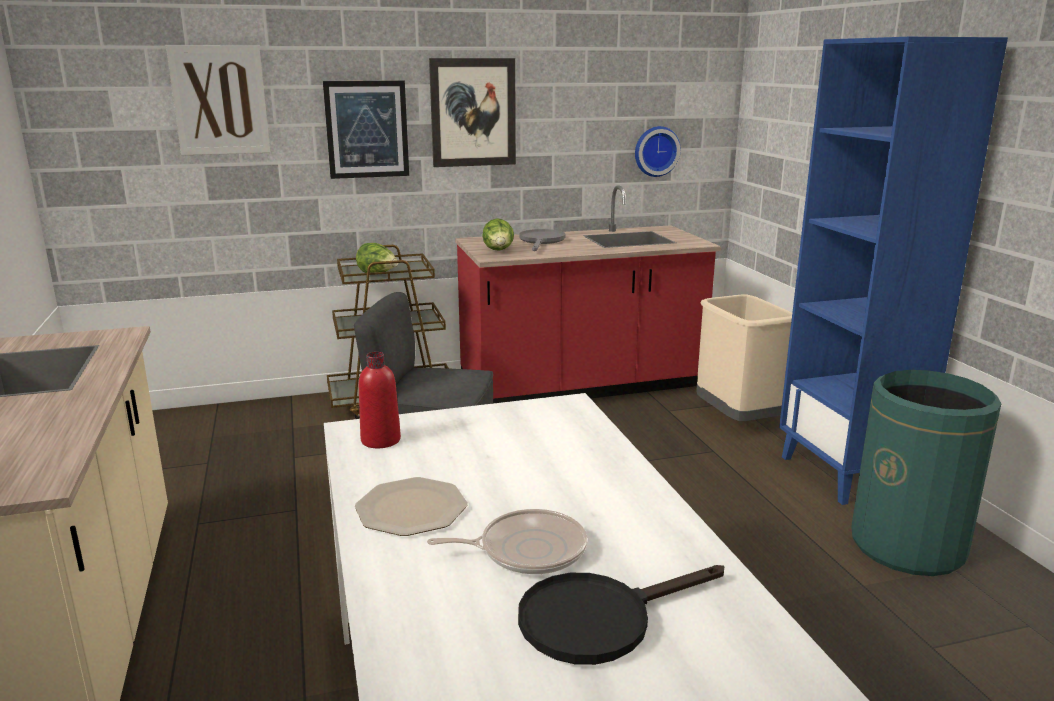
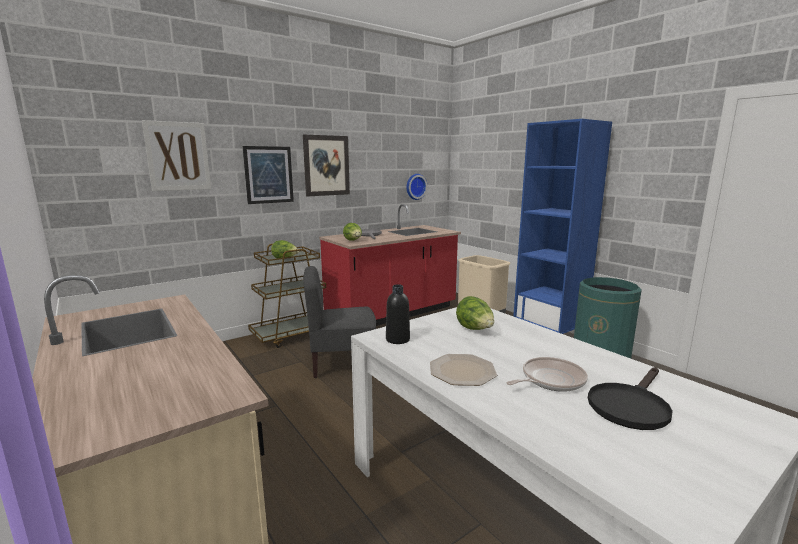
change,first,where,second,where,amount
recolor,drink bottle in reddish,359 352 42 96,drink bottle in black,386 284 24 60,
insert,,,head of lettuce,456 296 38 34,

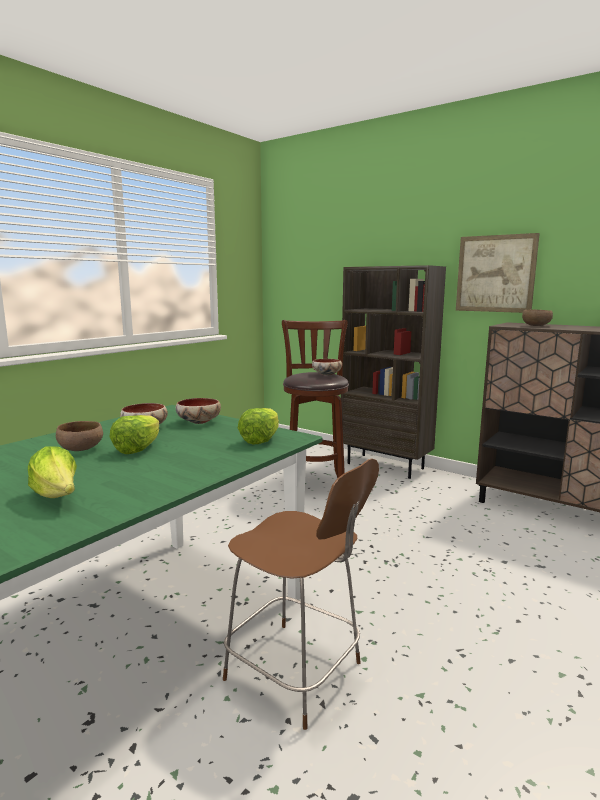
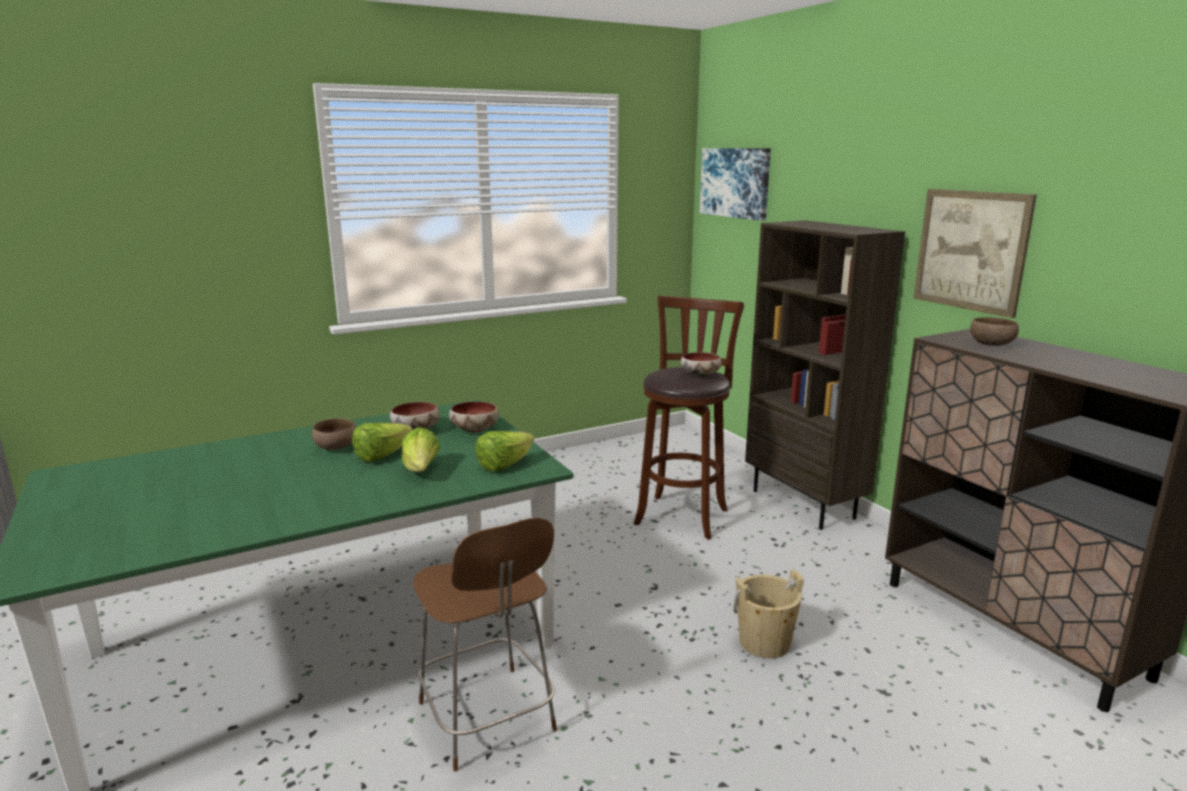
change,first,where,second,where,amount
move,head of lettuce,28 446 49 52,,401 427 39 45,
insert,,,wall art,700 148 71 73,
insert,,,water bucket in beige,733 569 71 89,

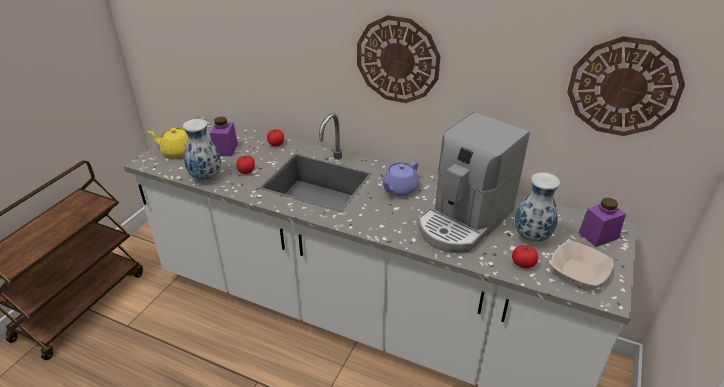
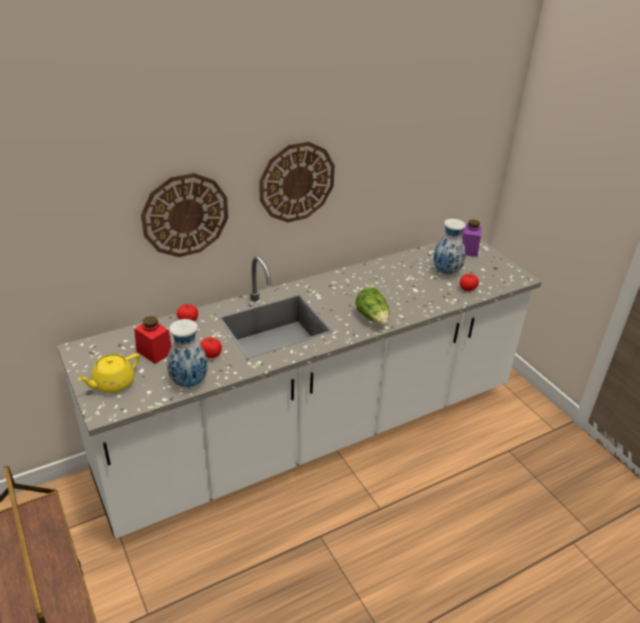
change,first,where,second,where,amount
recolor,storage jar in purple,210 117 28 39,storage jar in reddish,134 316 38 48,
move,hanging clock,567 36 118 100,,141 173 87 84,
insert,,,head of lettuce,355 287 34 38,
delete,pot for tea in purple,382 162 37 34,,,
delete,coffee machine,418 112 112 141,,,
delete,serving bowl,551 241 62 45,,,

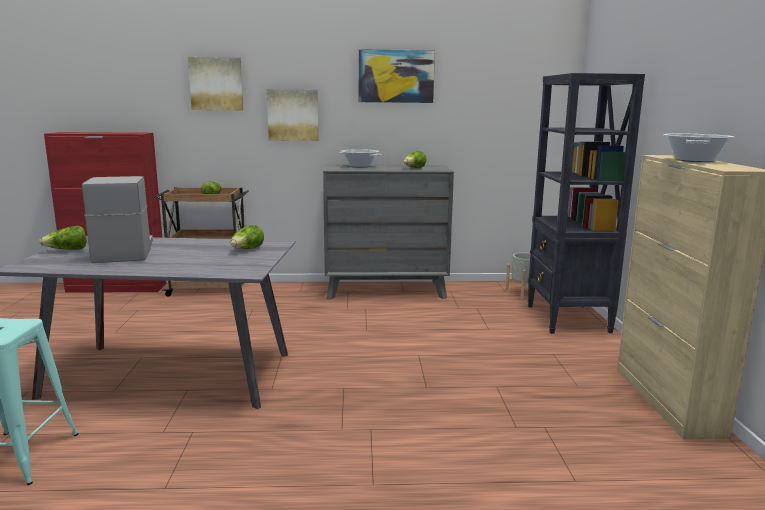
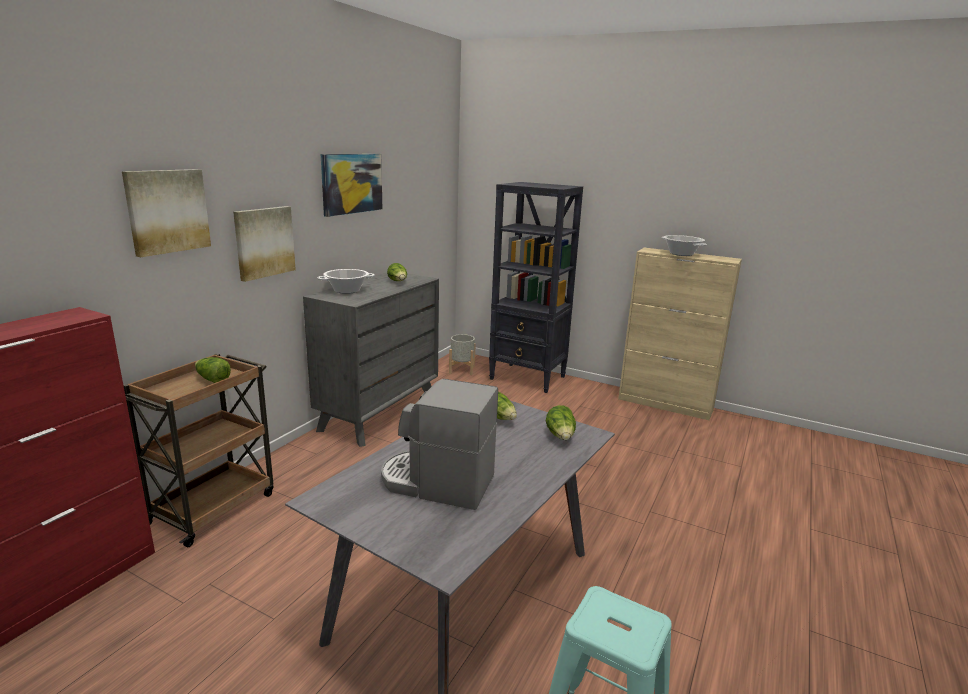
change,first,where,second,where,amount
move,head of lettuce,39 226 47 24,,546 405 30 35,

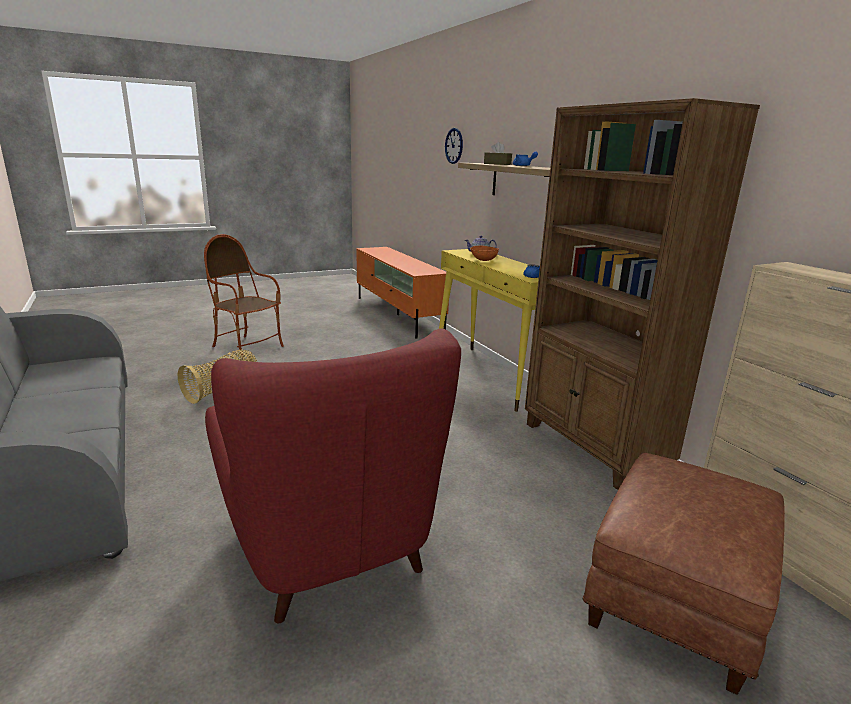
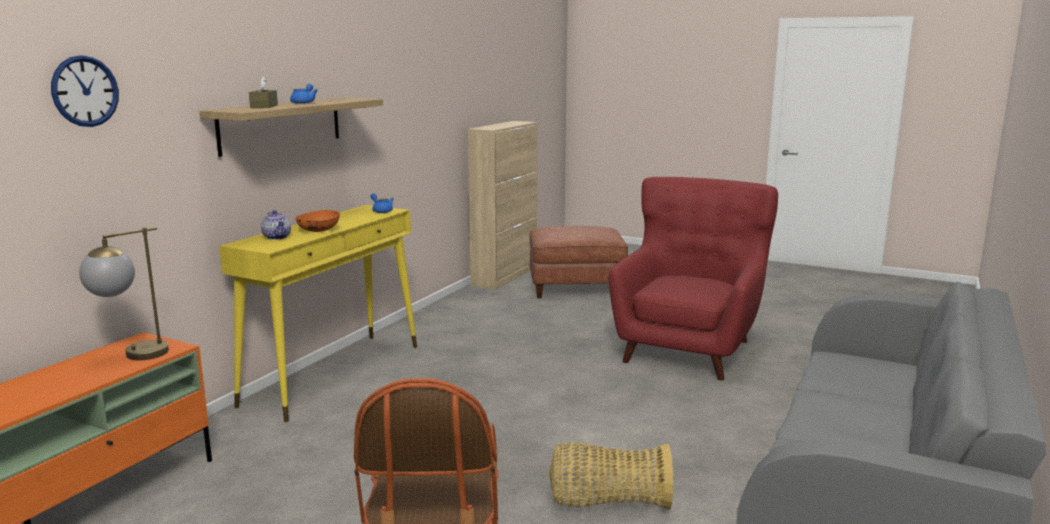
change,first,where,second,where,amount
insert,,,lamp for a table,79 227 90 133,
delete,bookcase in brown-coloured,525 98 235 392,,,

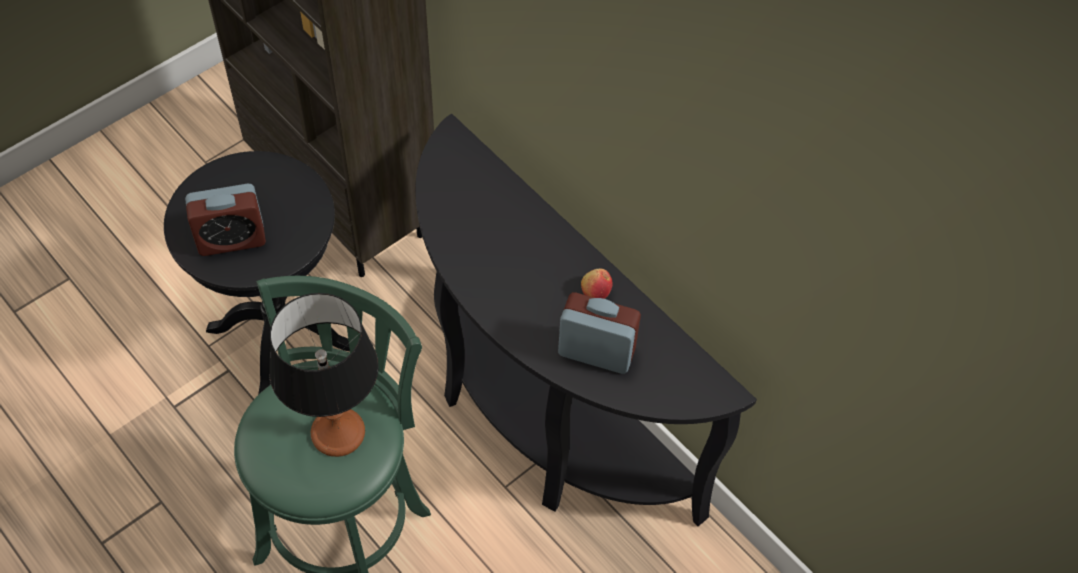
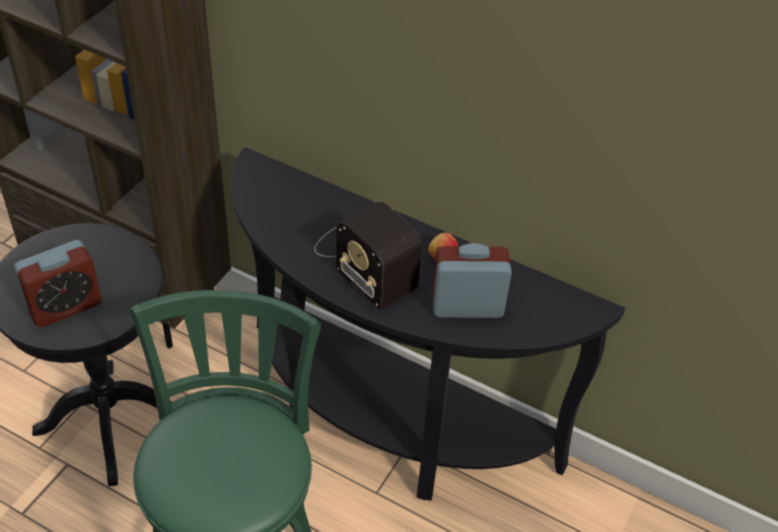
change,first,where,second,where,amount
insert,,,radio set,314 201 108 109,
delete,lamp for a table,269 293 110 164,,,

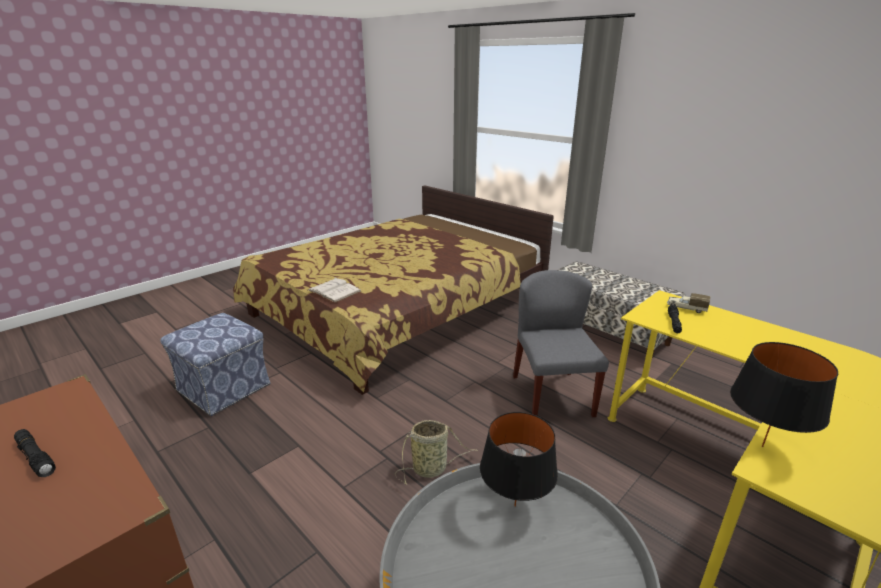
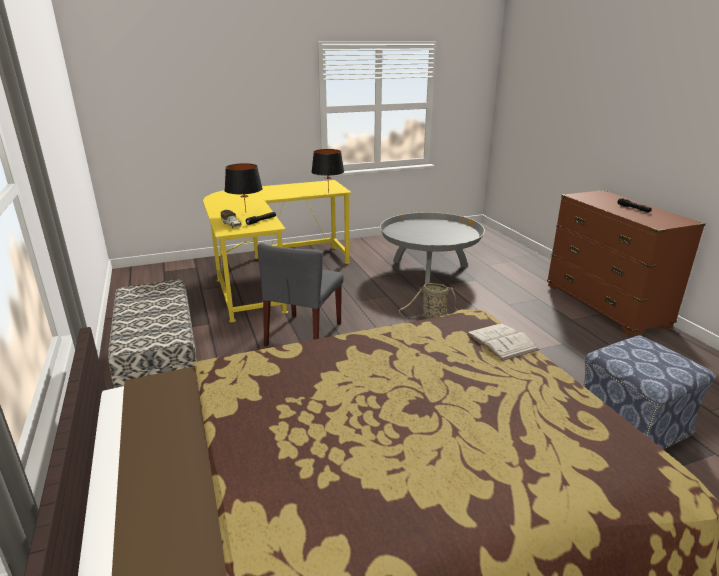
change,first,where,second,where,amount
move,lamp for a table in black,480 412 78 95,,225 163 38 48,

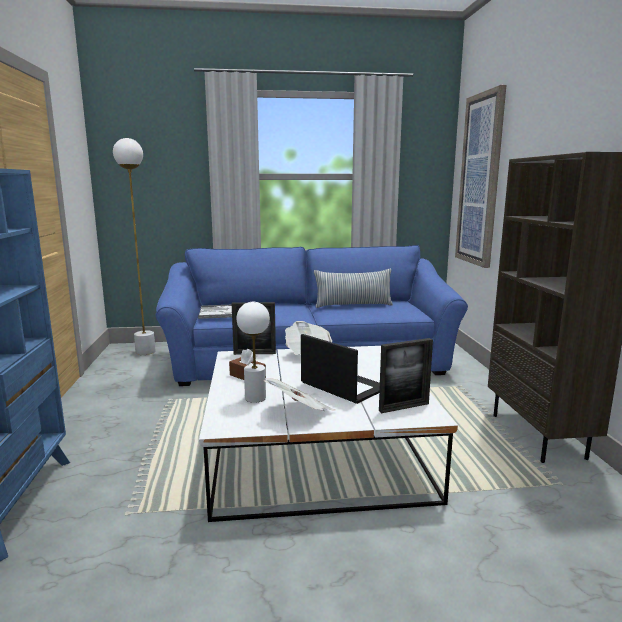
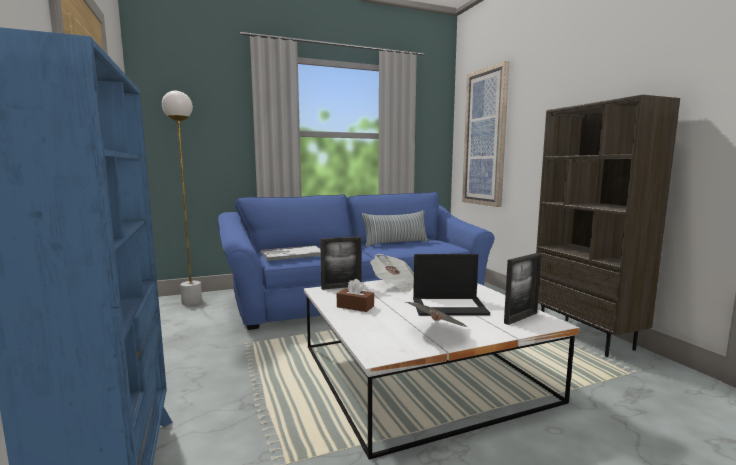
change,first,where,second,where,amount
rotate,portable computer,301 334 79 70,,413 254 77 62,150 degrees clockwise
delete,lamp for a table in white,237 302 33 101,,,

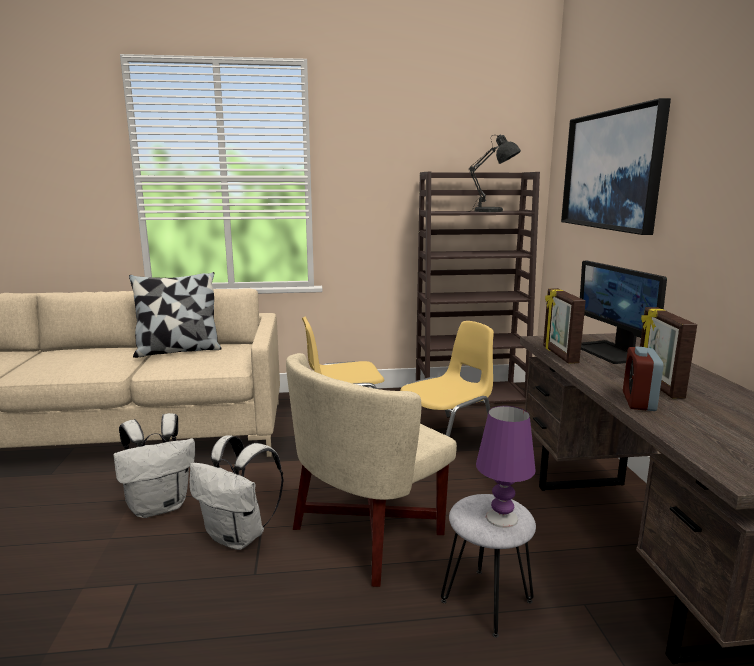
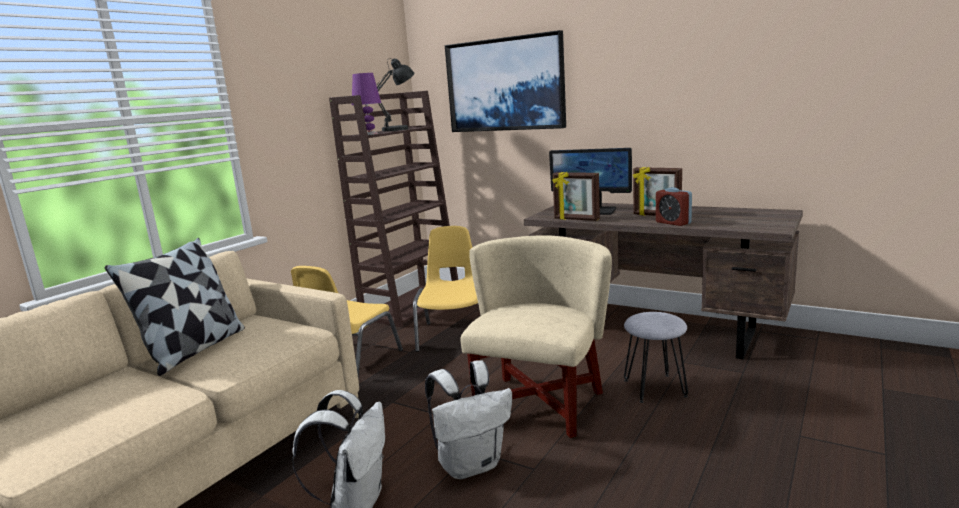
change,first,where,second,where,amount
move,lamp for a table in purple,476 406 60 122,,352 73 29 62,
rotate,armchair in beige,286 353 171 234,,460 235 152 203,150 degrees counterclockwise

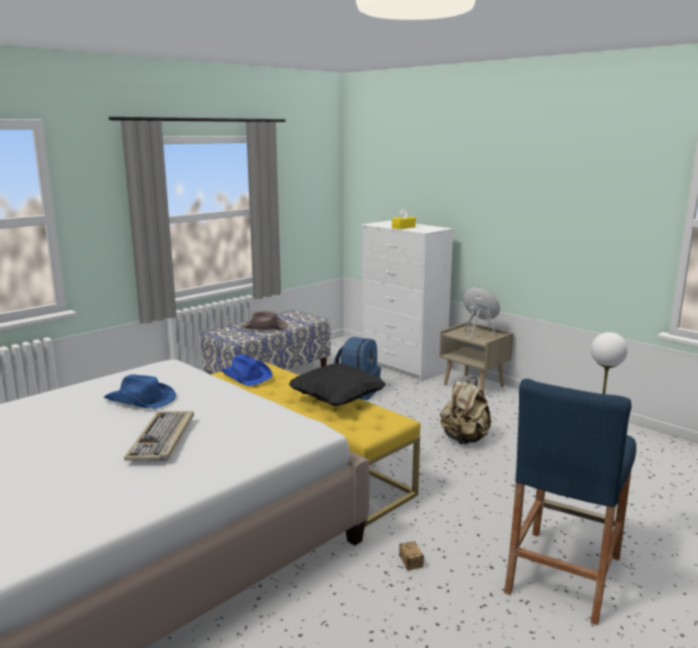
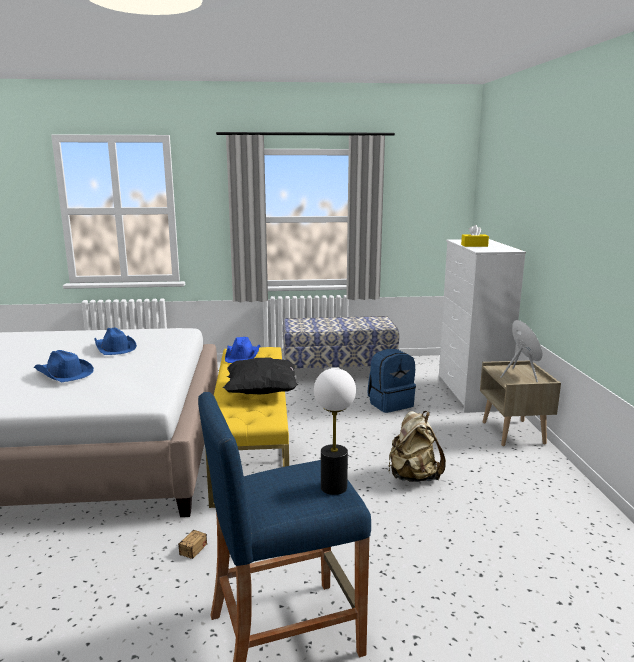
change,first,where,second,where,amount
replace,keyboard,124 411 70 50,clothing hat in blue-coloured,34 350 60 32,
delete,clothing hat in brown-coloured,241 311 47 19,,,

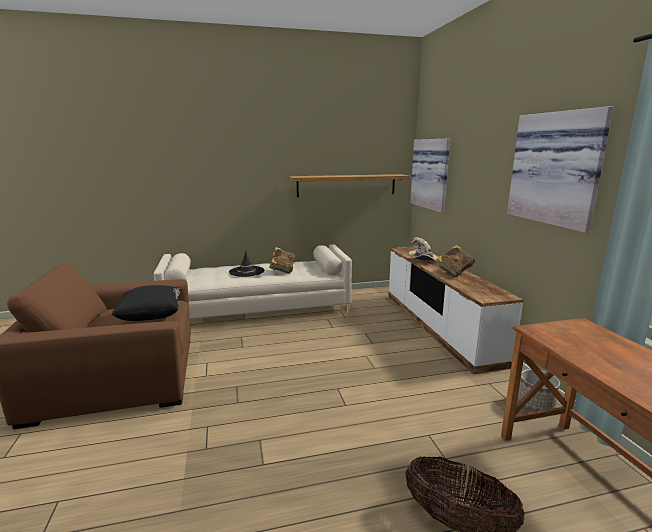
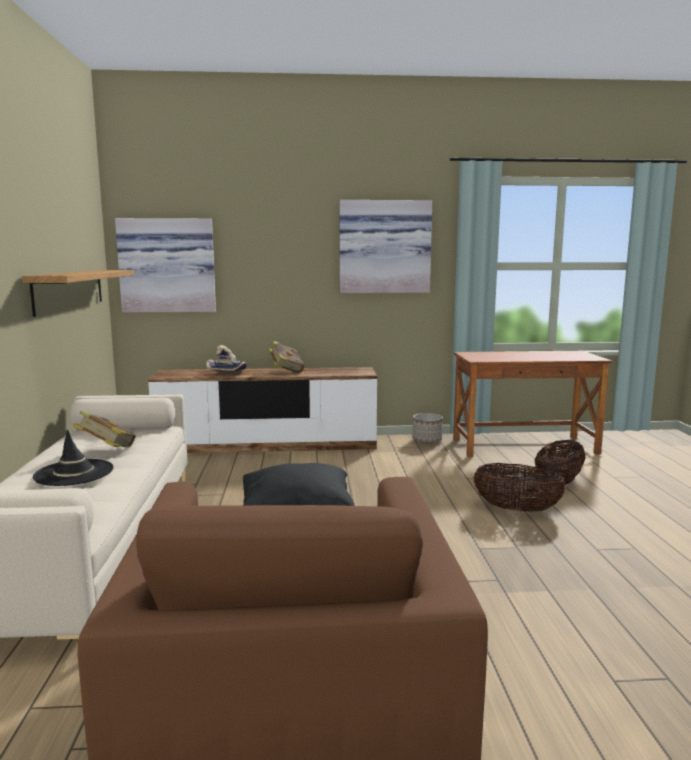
change,first,where,second,where,amount
insert,,,storage basket,474 463 92 49,

